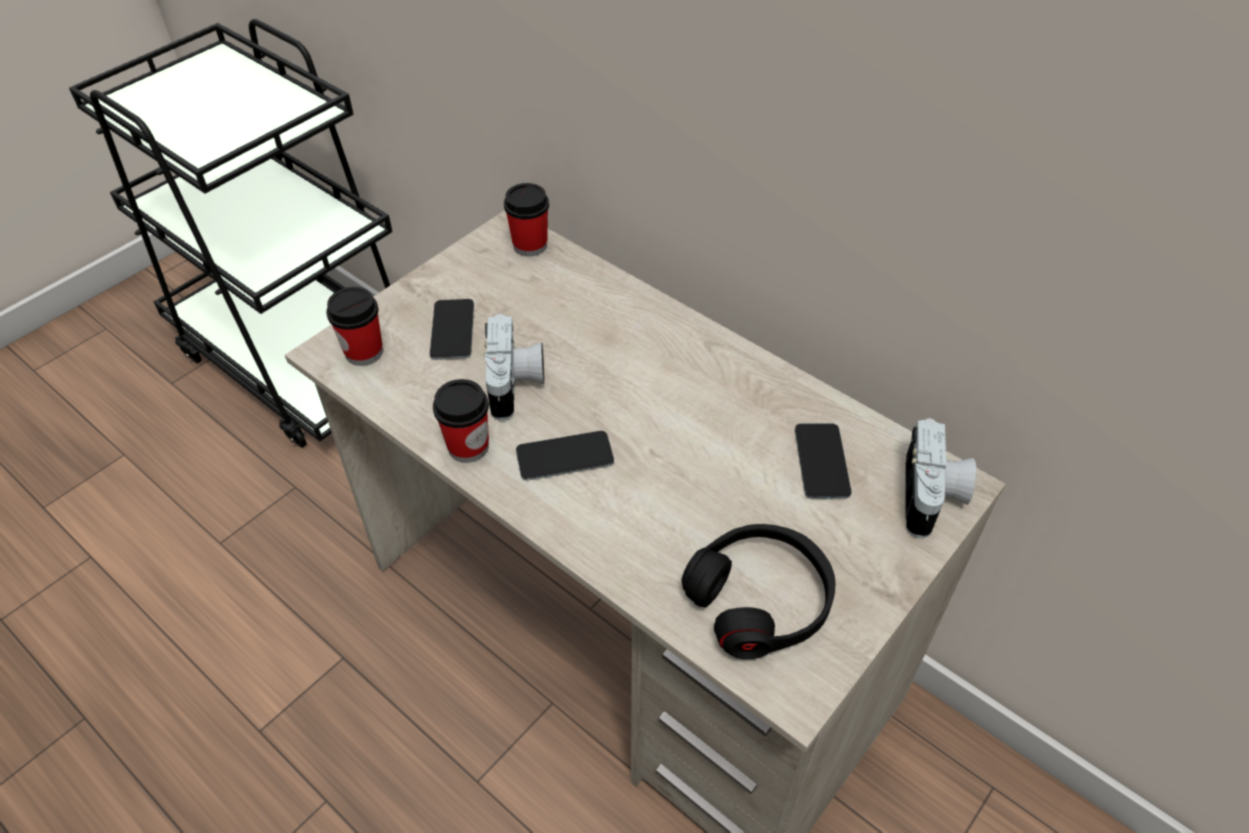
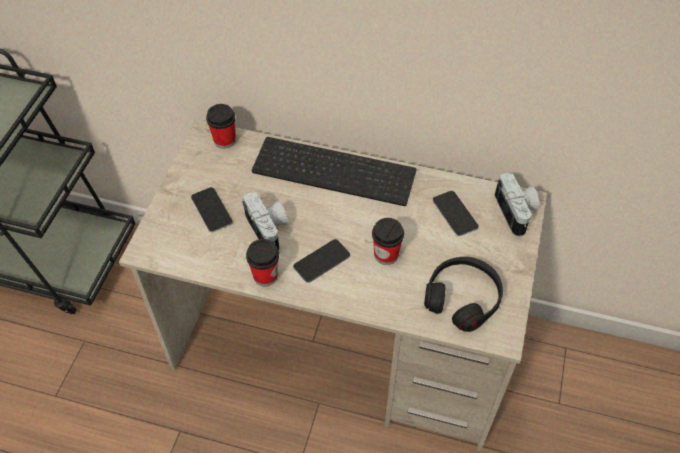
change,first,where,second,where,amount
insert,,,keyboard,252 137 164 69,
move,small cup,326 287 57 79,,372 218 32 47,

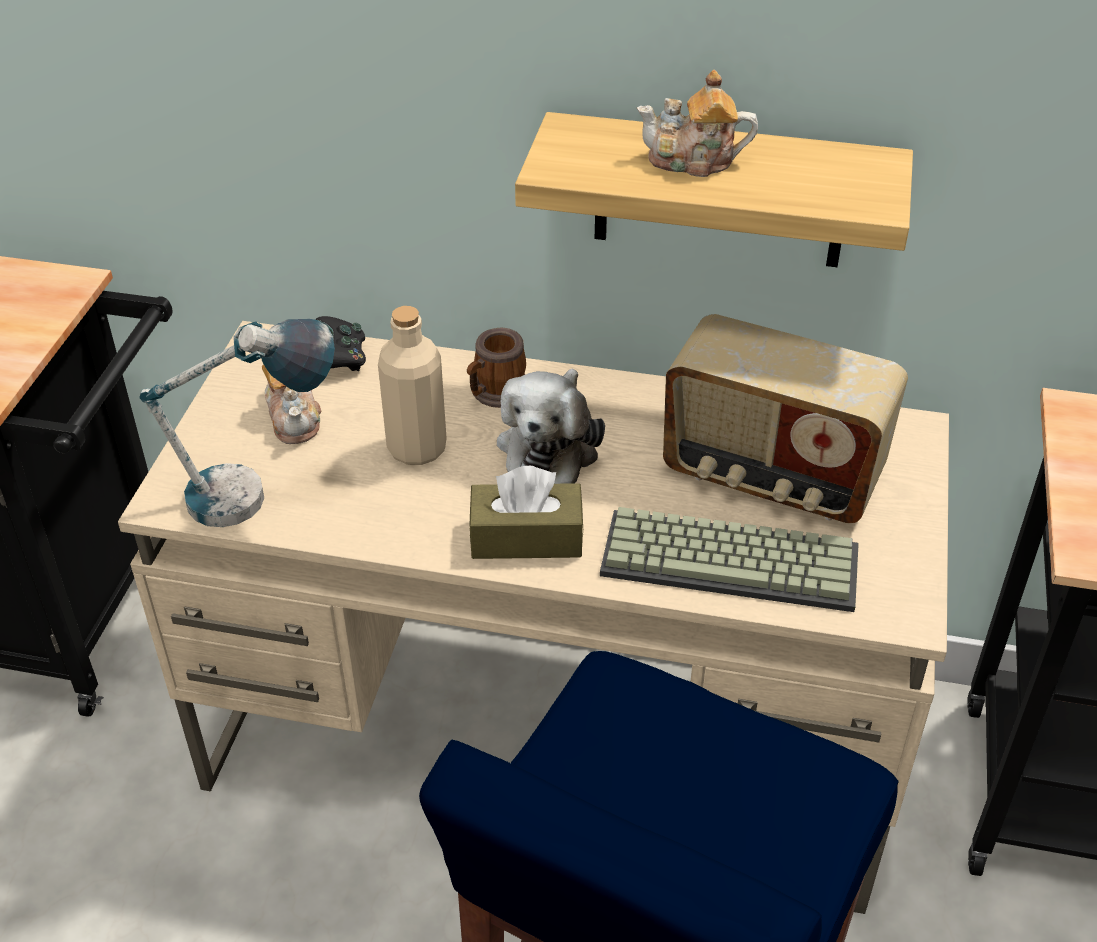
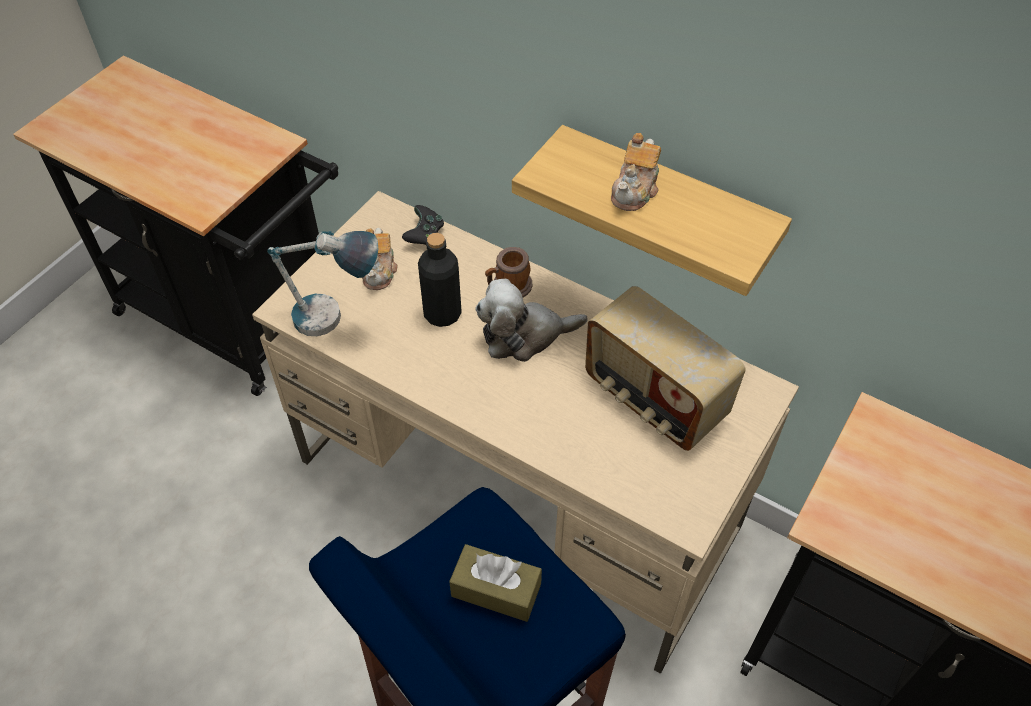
change,first,where,second,where,amount
recolor,drink bottle in beige,378 306 69 159,drink bottle in black,418 233 44 94,
move,tissue holder in brown-coloured,469 466 115 93,,449 544 93 78,
rotate,cuddly toy,497 369 108 115,,475 279 113 83,45 degrees clockwise
rotate,pot for tea,637 70 121 107,,611 133 50 78,90 degrees counterclockwise
delete,keyboard,600 507 259 105,,,

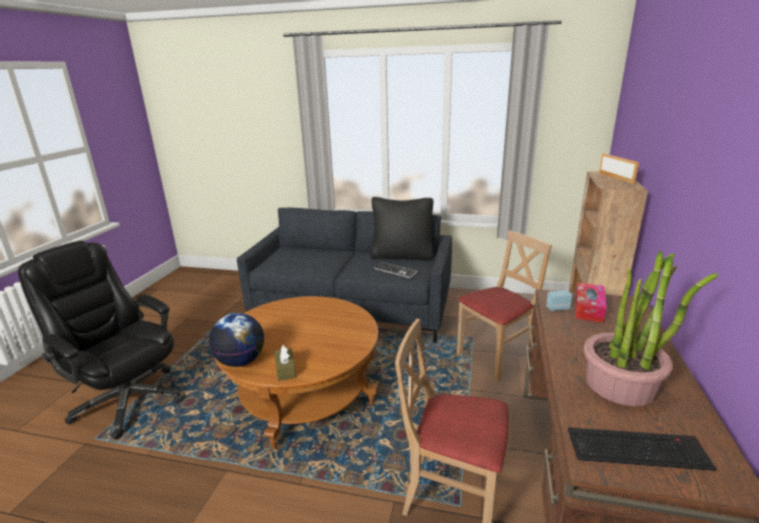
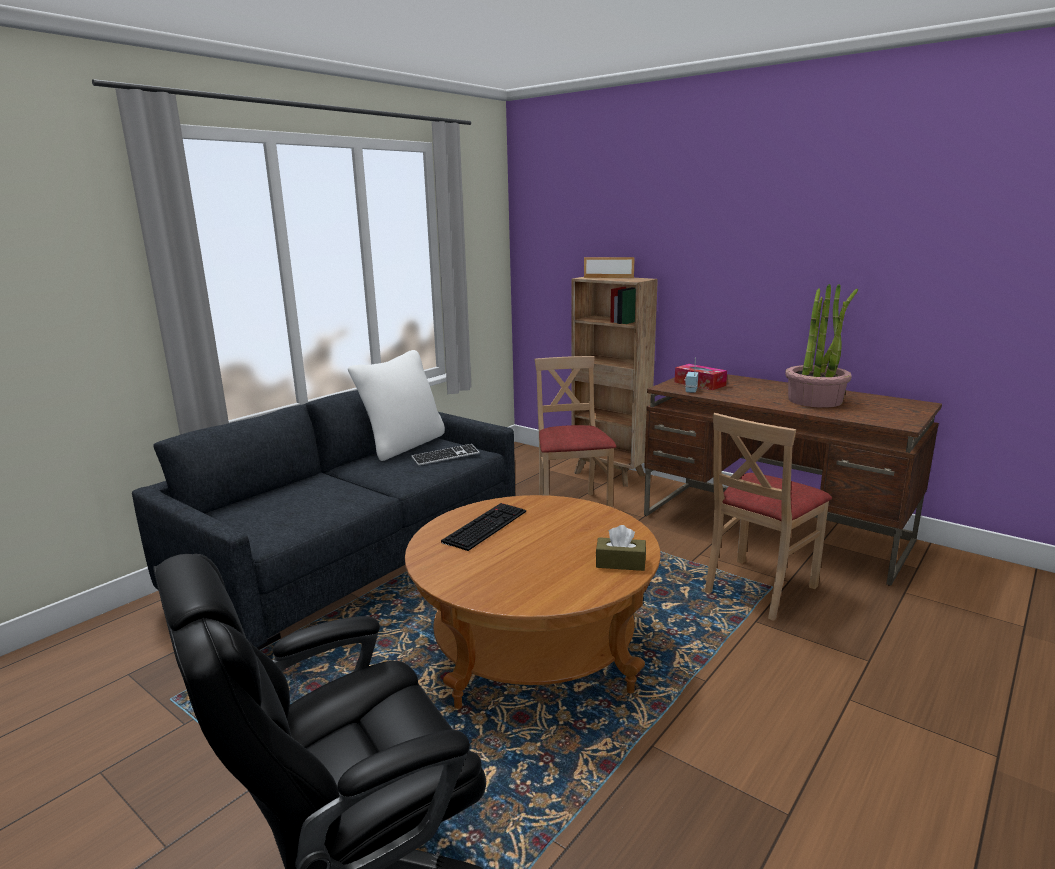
change,first,where,second,where,amount
recolor,throw pillow in black,370 197 63 63,throw pillow in white,348 350 97 111,
move,keyboard,568 427 148 44,,441 503 85 48,
delete,world globe,209 313 55 54,,,

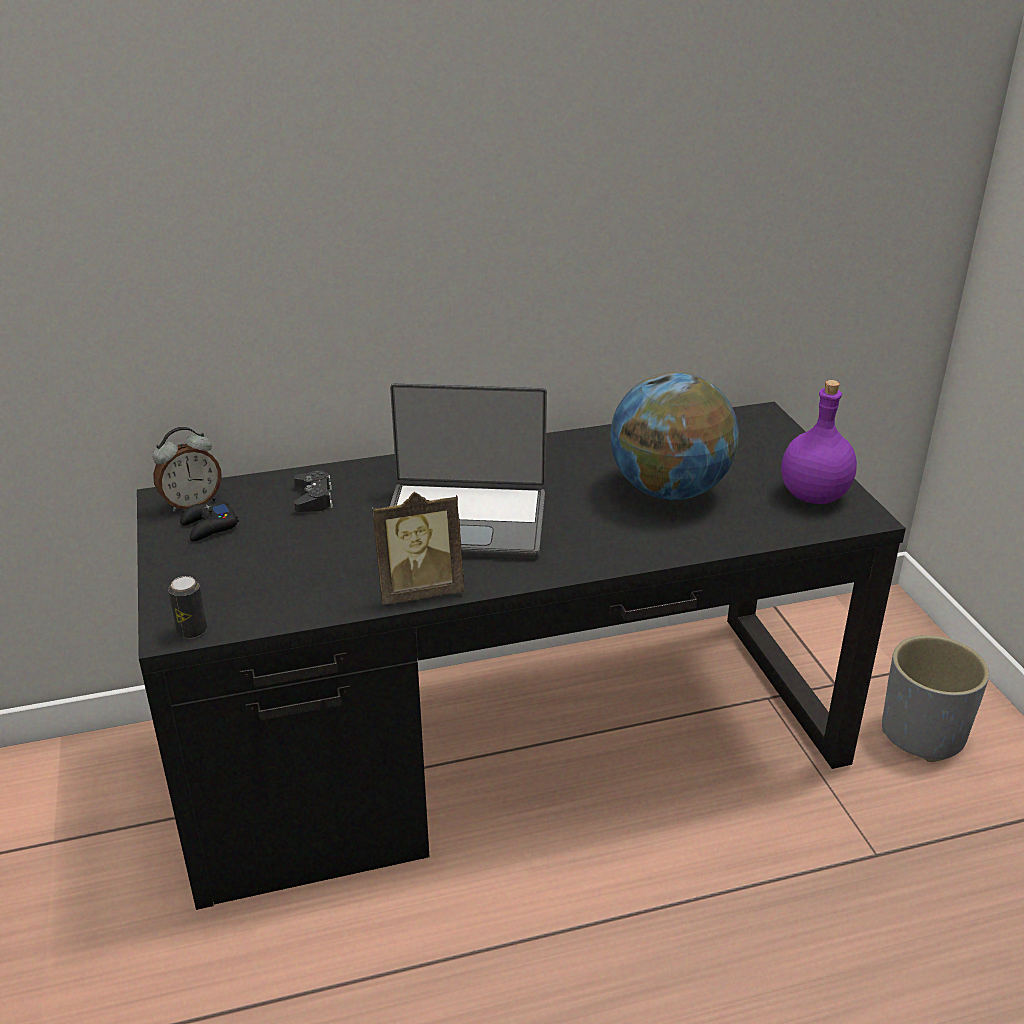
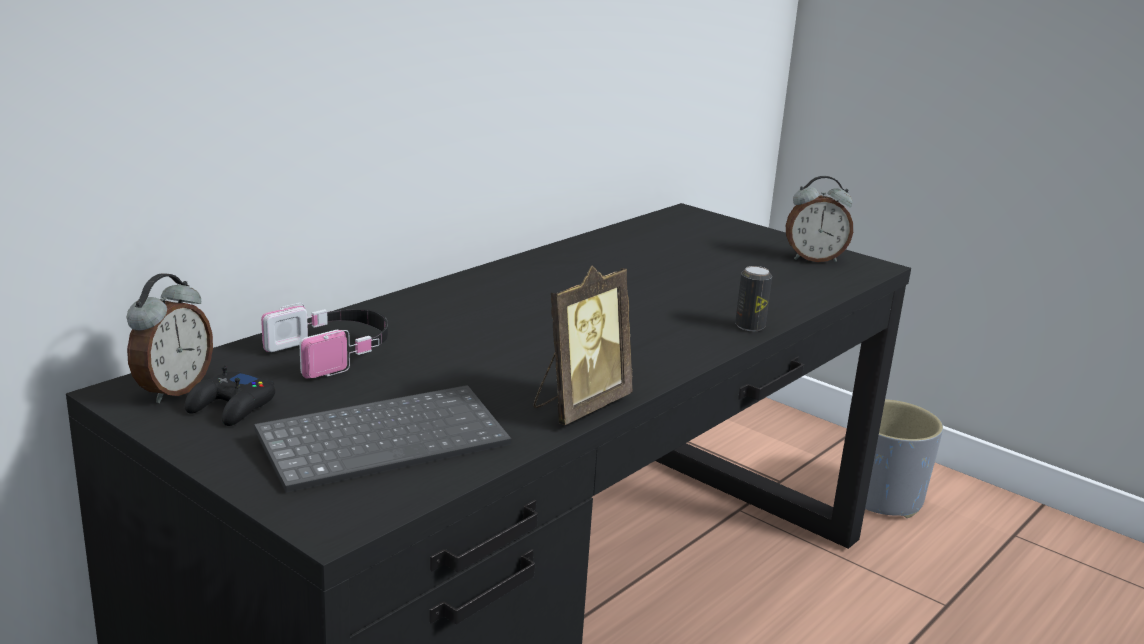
change,first,where,second,where,amount
insert,,,keyboard,254 385 257 108,
replace,joypad in black,294 470 39 42,headset,261 303 127 76,
move,sealed can,168 576 39 63,,735 266 37 65,
replace,drink bottle in purple,781 380 76 124,alarm clock,786 176 67 86,
delete,portable computer,390 382 157 176,,,
delete,world globe,610 372 129 128,,,

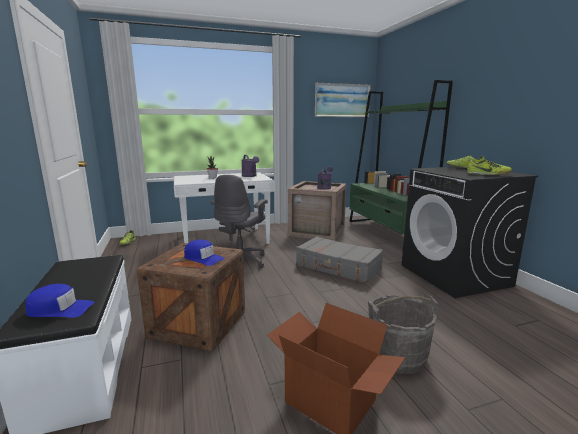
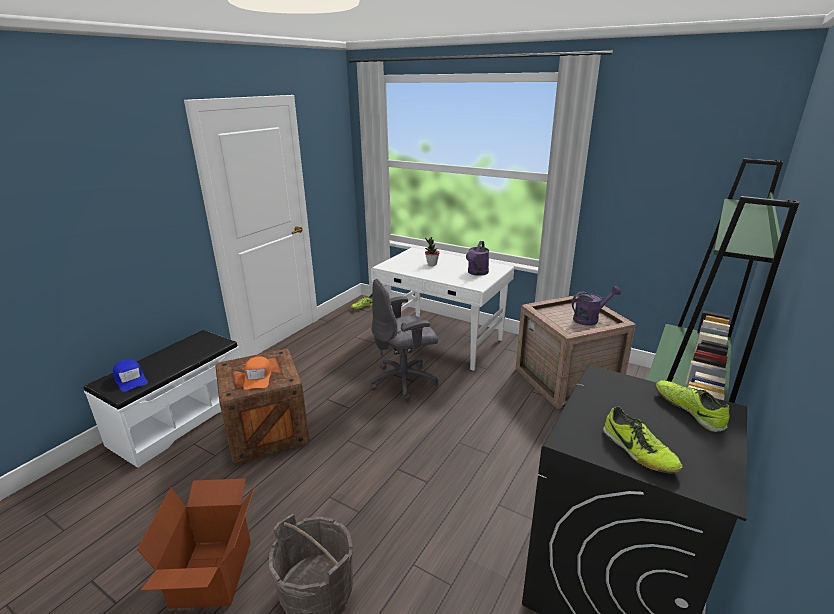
change,first,where,second,where,amount
recolor,peaked cap in blue-coloured,184 240 41 26,peaked cap in orange,243 356 28 34,
delete,suitcase in grey,296 236 87 47,,,
delete,wall art,315 83 56 34,,,

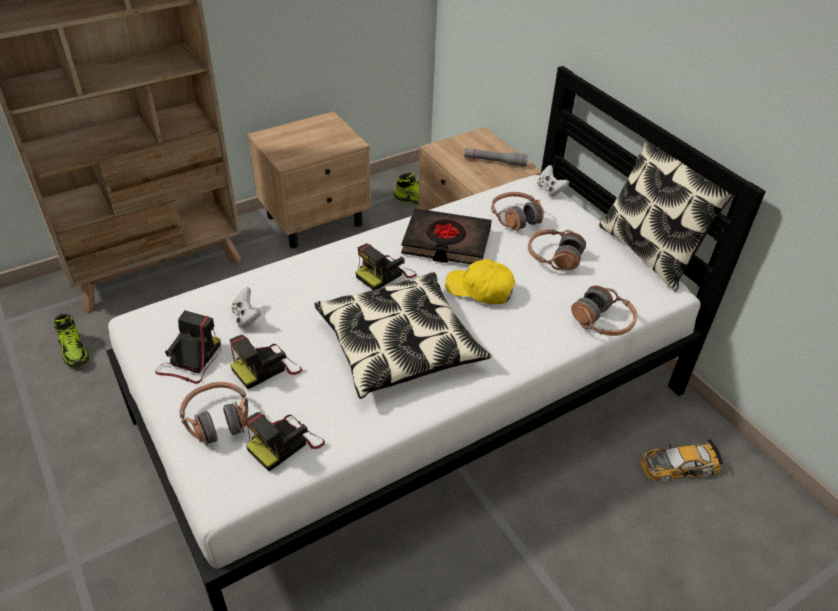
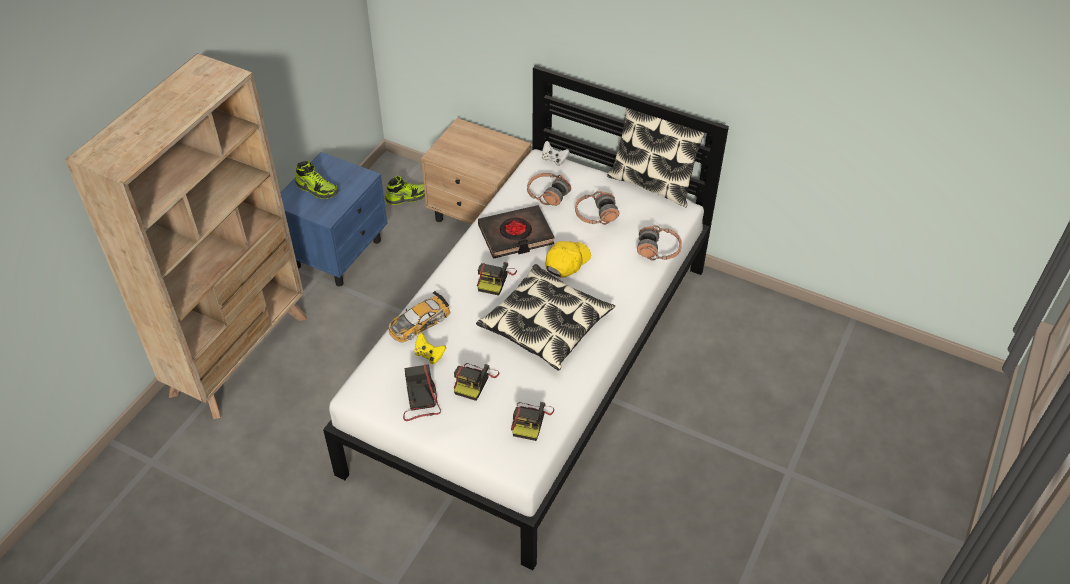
change,first,where,second,where,amount
recolor,night table in beige,248 111 123 137,night table in blue-coloured,280 152 107 135,
move,item of footwear,53 314 37 54,,295 161 43 38,
move,miniature car,641 439 83 43,,388 291 63 51,
recolor,joypad in white,231 287 30 42,joypad in yellow,414 333 32 31,
rotate,peaked cap in yellow,445 259 70 45,,546 241 45 37,135 degrees clockwise
delete,headset,179 382 69 64,,,
delete,hand torch in grey,464 148 64 19,,,

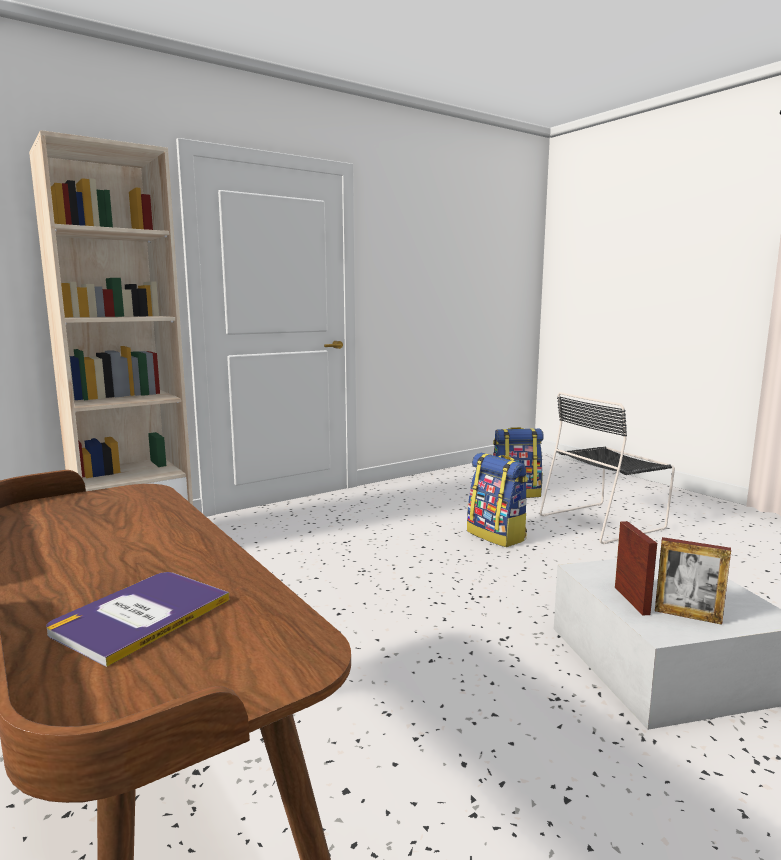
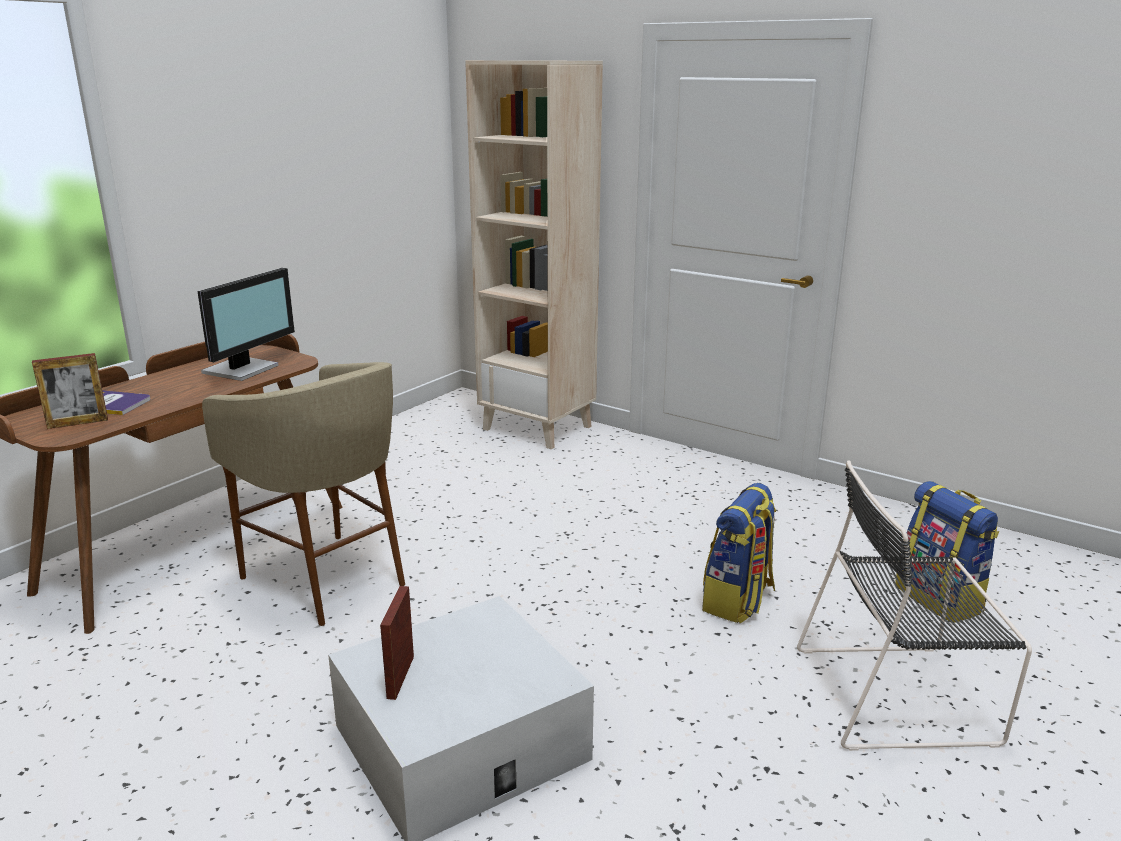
change,first,where,second,where,amount
move,picture frame,615 521 42 94,,32 353 76 76,
insert,,,computer screen,197 268 98 113,
insert,,,stool seat in beige,202 362 203 264,
rotate,plain chair in black,540 392 135 152,,797 460 235 291,45 degrees counterclockwise

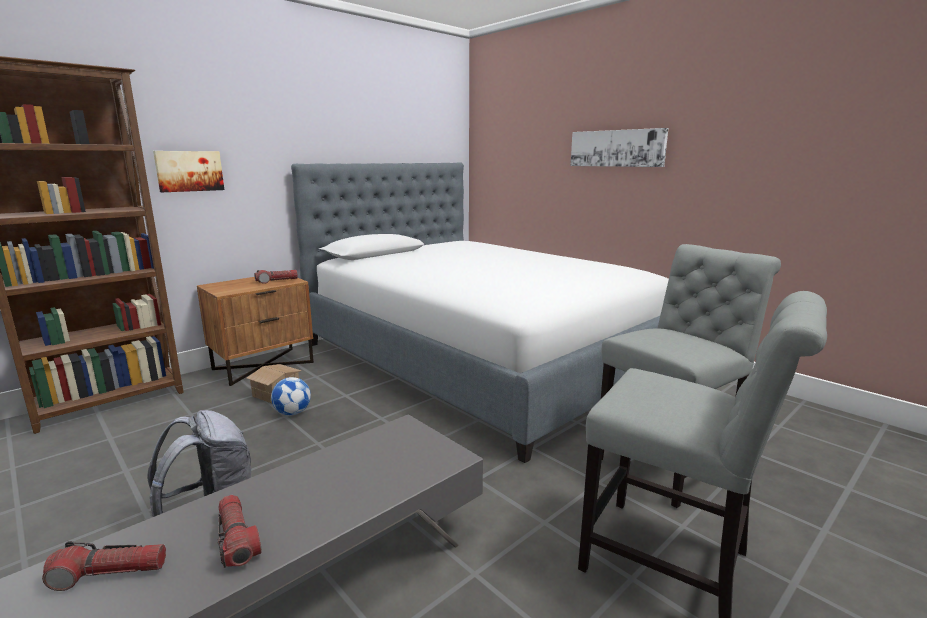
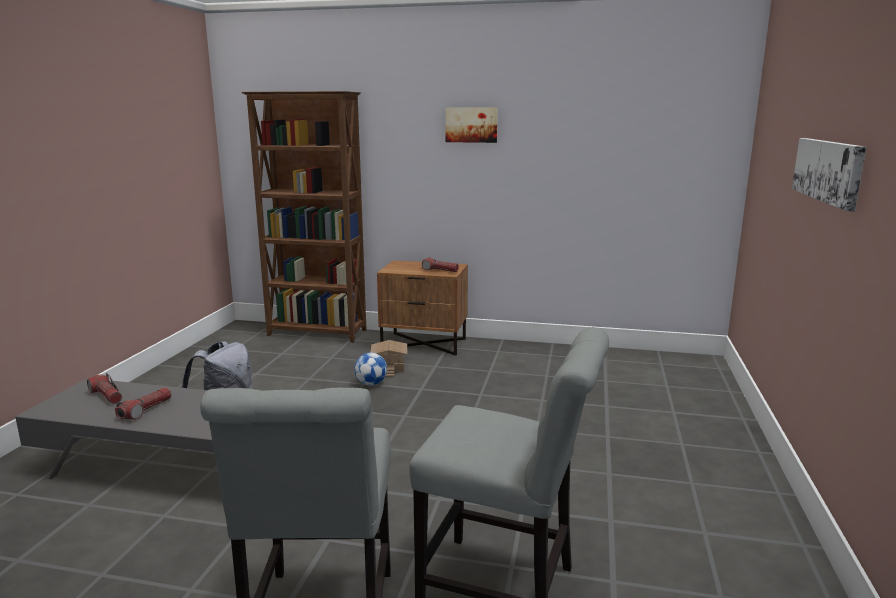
change,first,where,second,where,amount
move,wall art,153 151 71 41,,446 107 52 36,
delete,bed,291 163 378 300,,,

